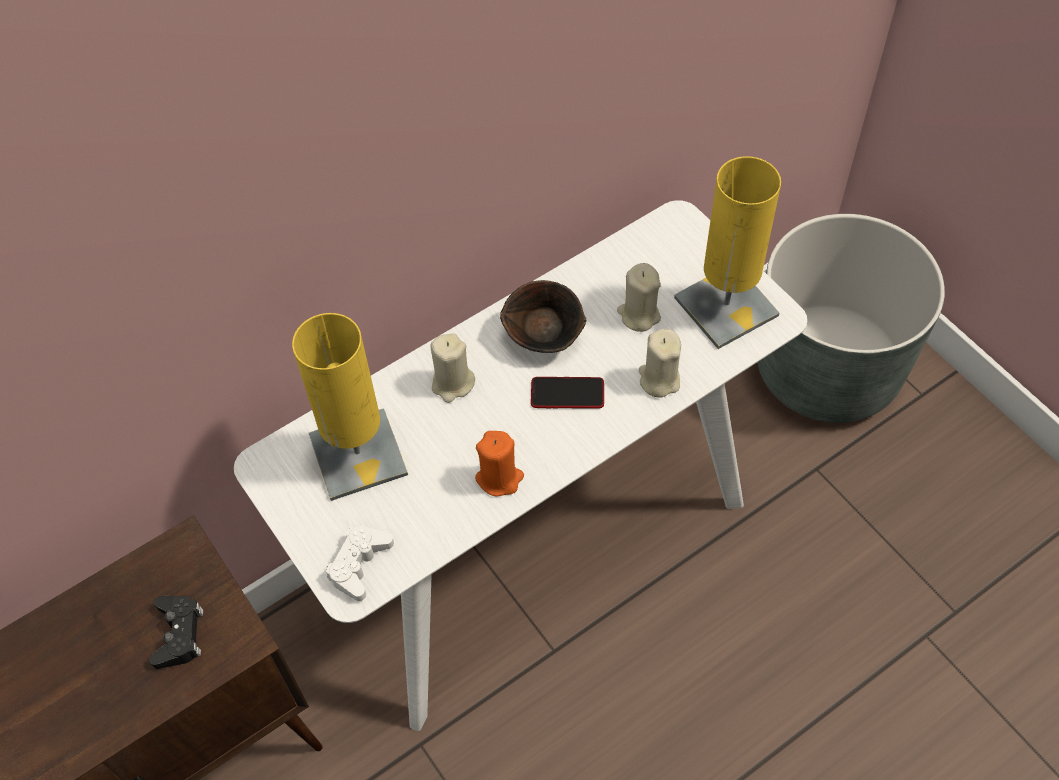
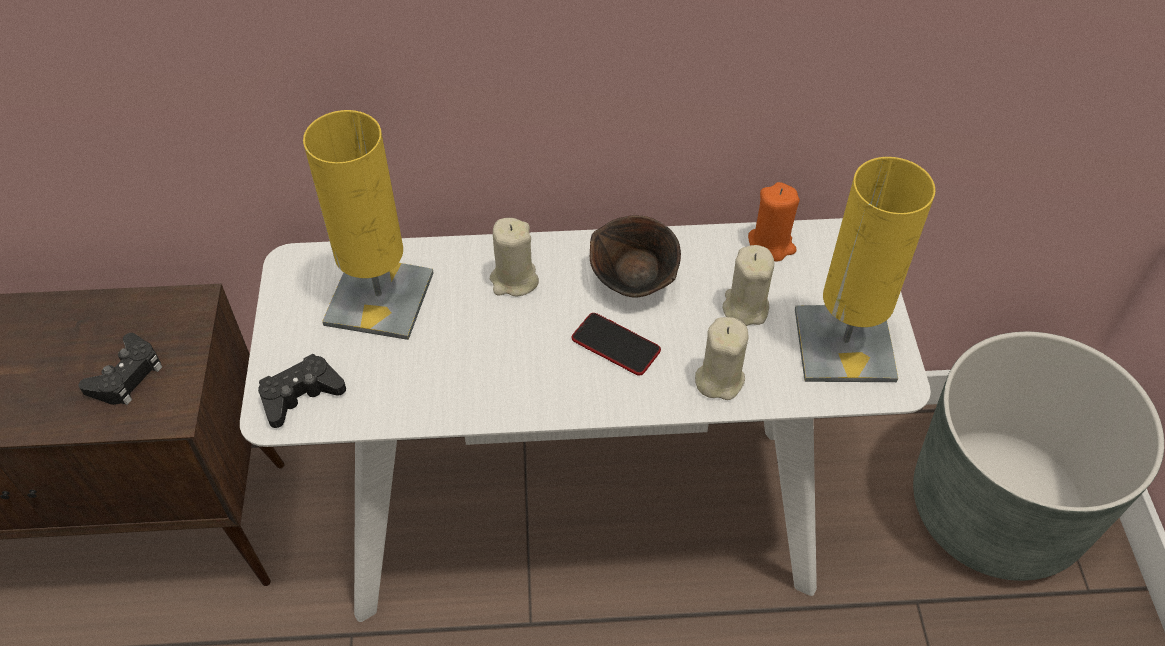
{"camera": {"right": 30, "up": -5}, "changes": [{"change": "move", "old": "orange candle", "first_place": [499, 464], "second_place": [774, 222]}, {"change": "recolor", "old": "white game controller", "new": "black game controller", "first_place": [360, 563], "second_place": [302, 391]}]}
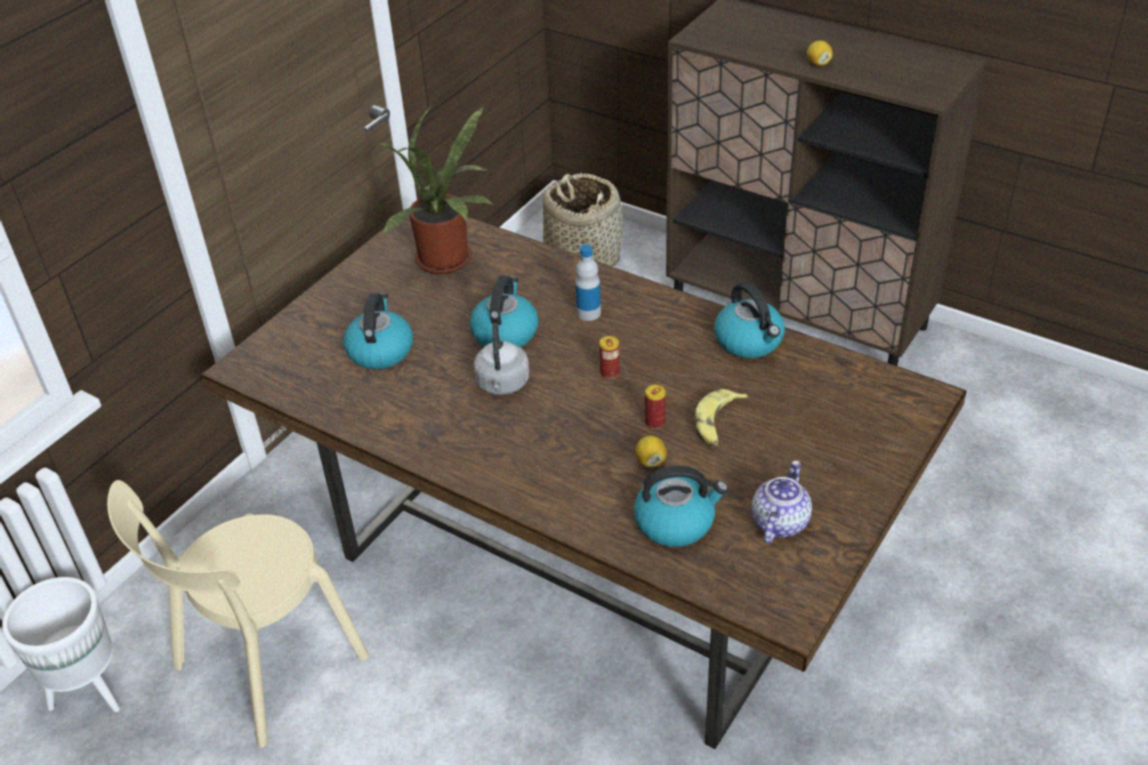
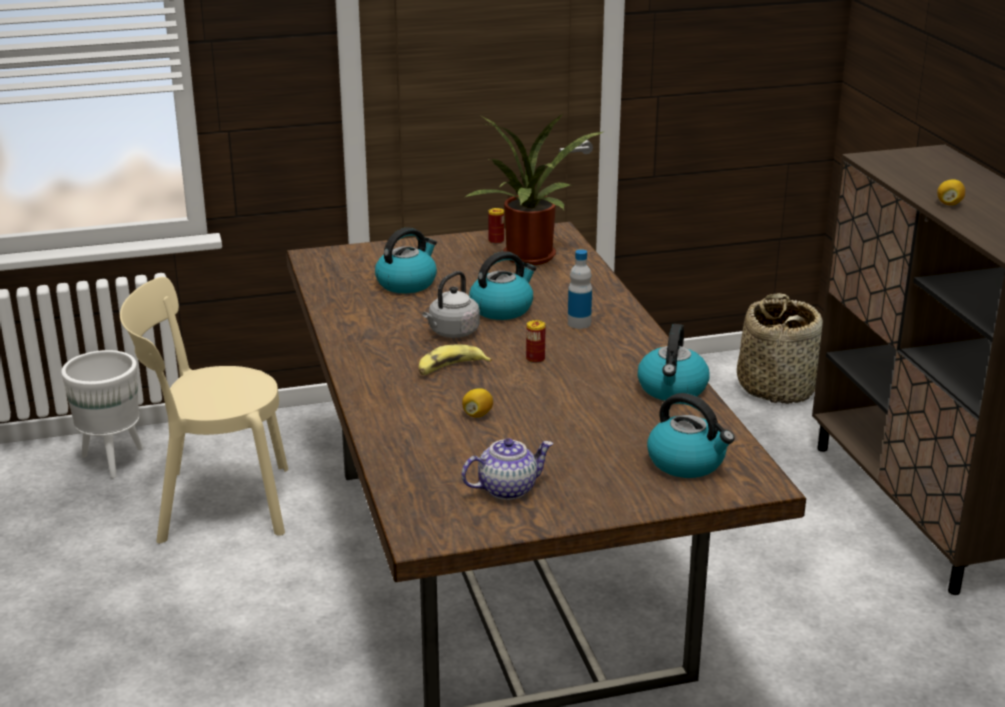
{"camera": {"right": 40, "up": -15}, "changes": [{"change": "move", "old": "kettle", "first_place": [681, 506], "second_place": [691, 435]}, {"change": "move", "old": "can", "first_place": [655, 407], "second_place": [496, 226]}, {"change": "move", "old": "banana", "first_place": [721, 418], "second_place": [455, 359]}]}
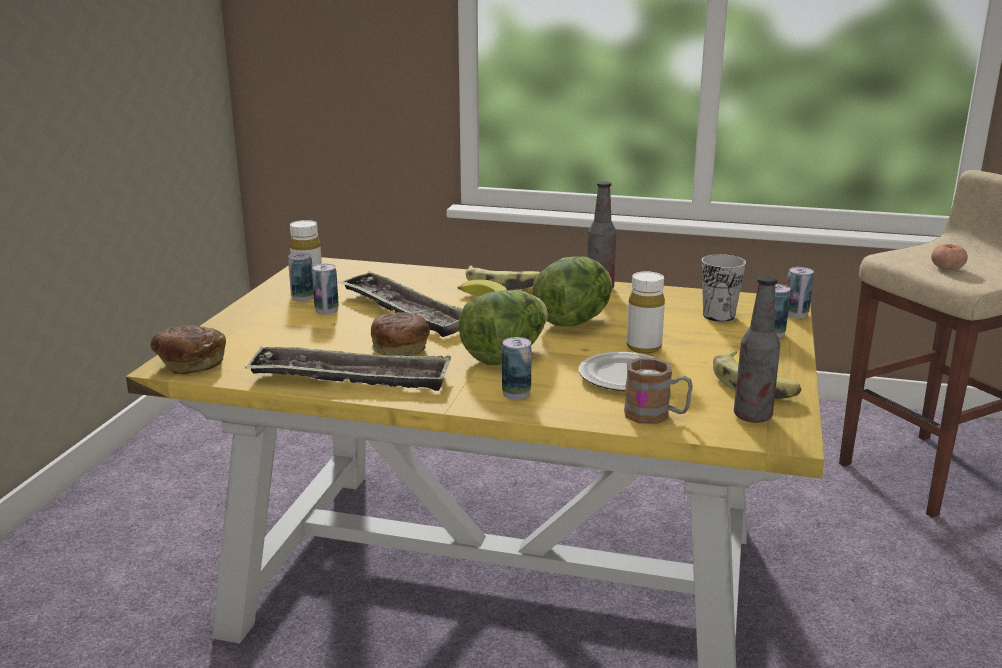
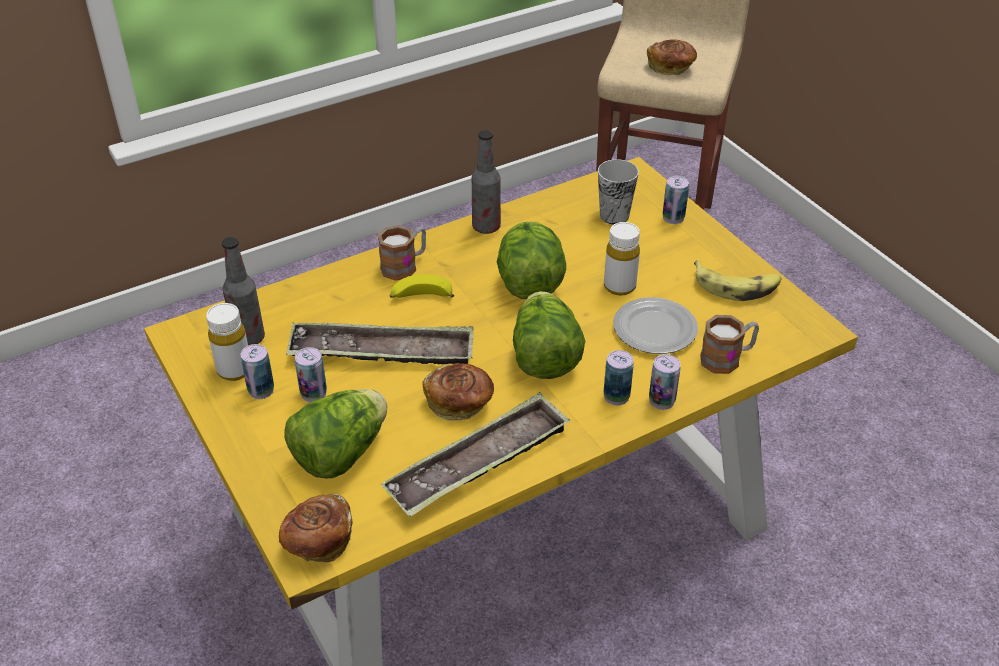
{"camera": {"right": -45, "up": 20}, "changes": [{"change": "insert", "new": "lettuce", "second_place": [335, 433]}, {"change": "move", "old": "bottle", "first_place": [757, 349], "second_place": [243, 291]}, {"change": "move", "old": "can", "first_place": [800, 292], "second_place": [665, 382]}, {"change": "replace", "old": "banana", "new": "mug", "first_place": [503, 278], "second_place": [401, 253]}, {"change": "replace", "old": "tomato", "new": "bread", "first_place": [949, 257], "second_place": [672, 57]}]}
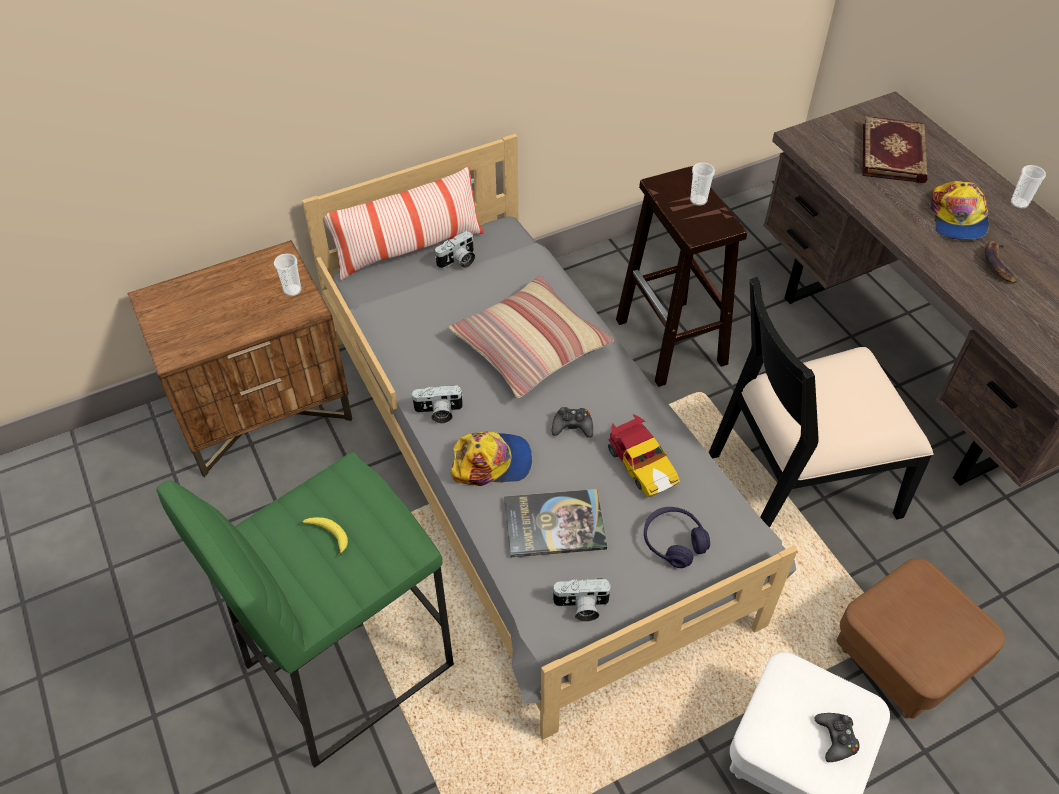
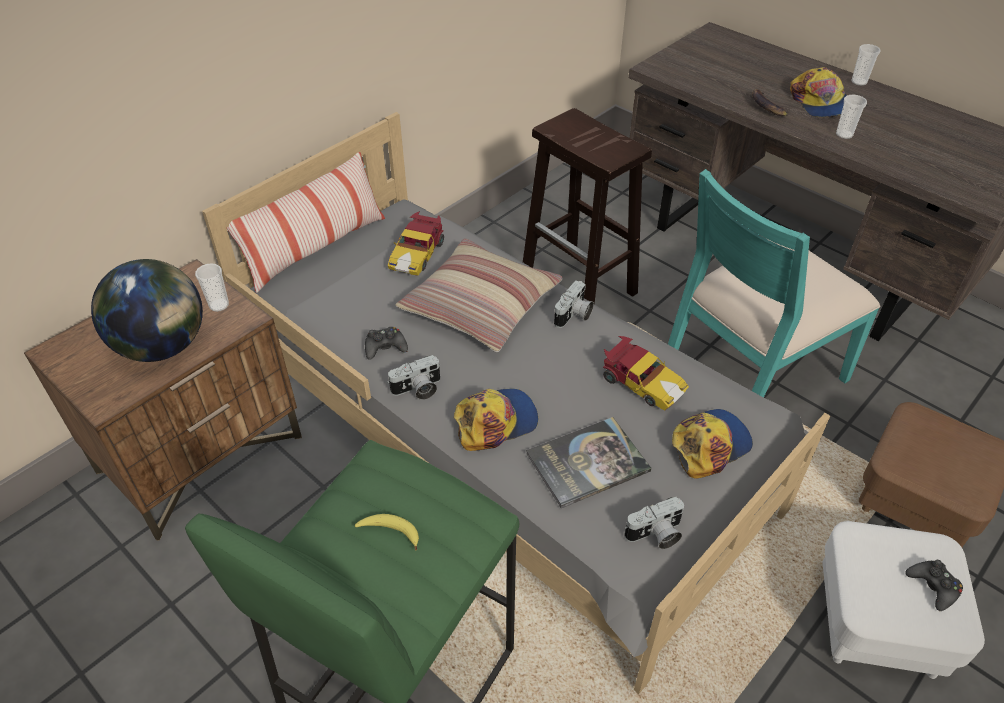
{"camera": {"right": -20, "up": -5}, "changes": [{"change": "delete", "old": "book", "first_place": [894, 149]}, {"change": "insert", "new": "globe", "second_place": [147, 310]}, {"change": "insert", "new": "toy car", "second_place": [416, 243]}, {"change": "move", "old": "photo camera", "first_place": [455, 250], "second_place": [574, 304]}, {"change": "move", "old": "black game controller", "first_place": [572, 422], "second_place": [386, 343]}, {"change": "move", "old": "cup", "first_place": [702, 184], "second_place": [851, 117]}, {"change": "move", "old": "banana", "first_place": [1001, 262], "second_place": [770, 102]}, {"change": "replace", "old": "purple headphones", "new": "cap", "first_place": [677, 537], "second_place": [712, 444]}, {"change": "recolor", "old": "black chair", "new": "turquoise chair", "first_place": [821, 402], "second_place": [774, 283]}]}
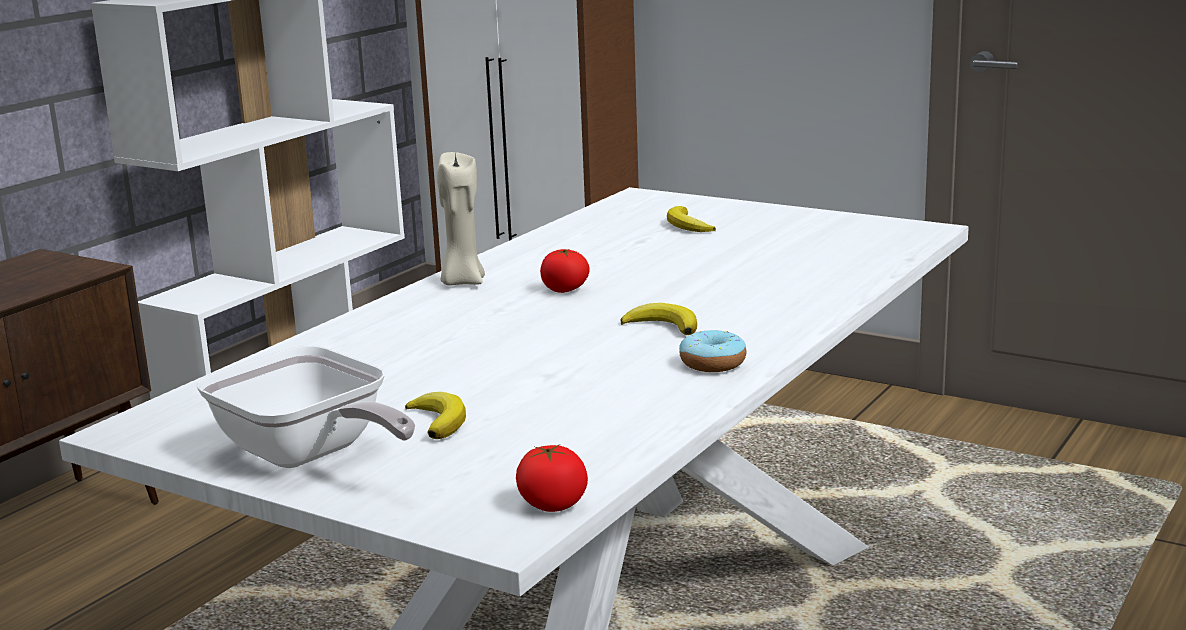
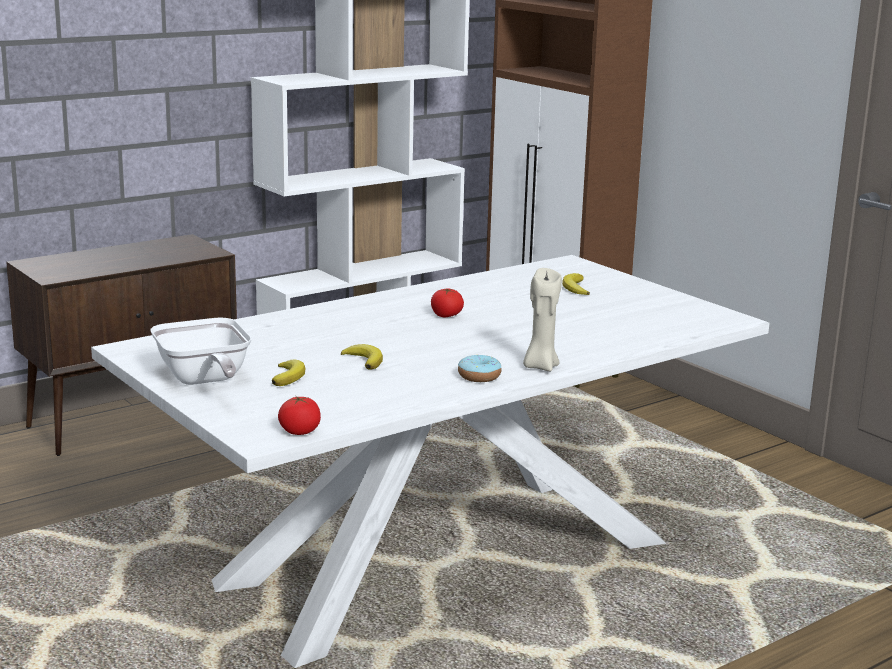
{"camera": {"right": 20, "up": 0}, "changes": [{"change": "move", "old": "beige candle", "first_place": [461, 218], "second_place": [542, 319]}, {"change": "move", "old": "banana", "first_place": [659, 319], "second_place": [362, 357]}]}
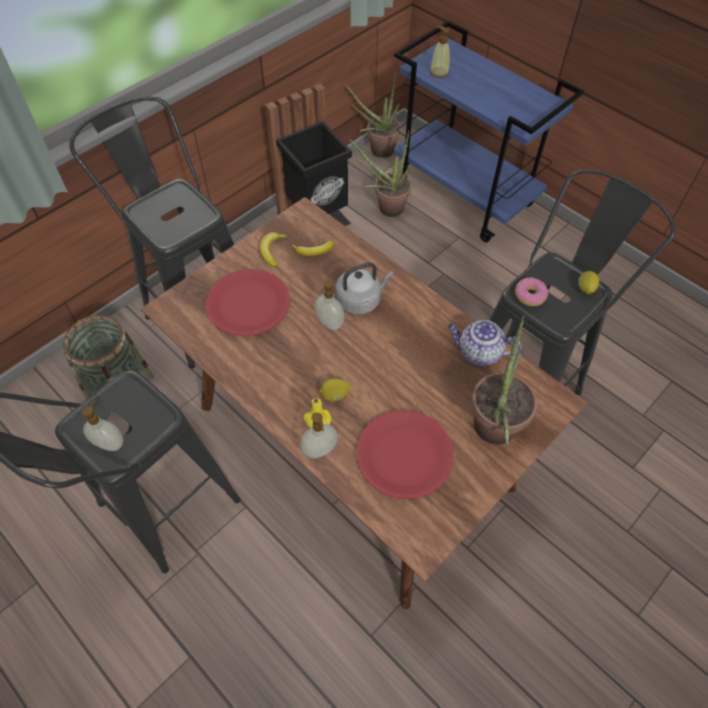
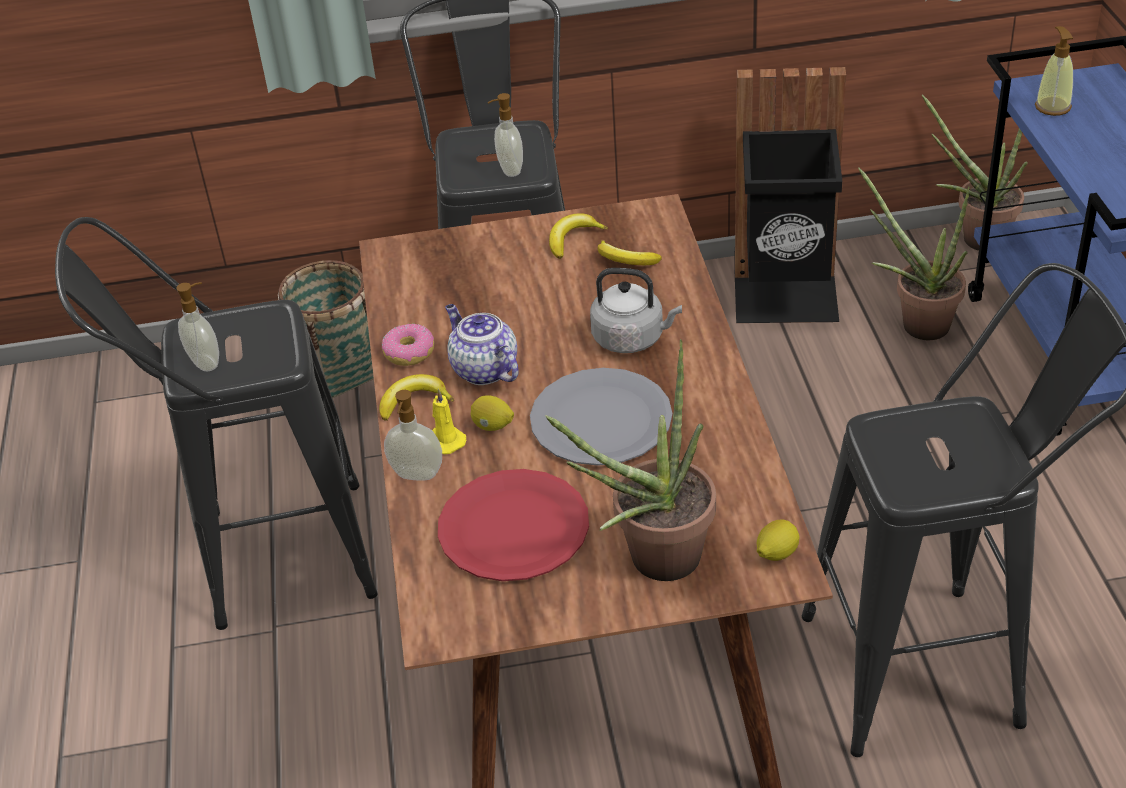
{"camera": {"right": 40, "up": -15}, "changes": [{"change": "delete", "old": "red plate", "first_place": [248, 302]}, {"change": "insert", "new": "banana", "second_place": [416, 397]}, {"change": "insert", "new": "grey plate", "second_place": [601, 417]}, {"change": "move", "old": "soap dispenser", "first_place": [329, 305], "second_place": [505, 135]}, {"change": "move", "old": "teapot", "first_place": [484, 343], "second_place": [482, 344]}, {"change": "move", "old": "donut", "first_place": [531, 291], "second_place": [408, 345]}, {"change": "move", "old": "lemon", "first_place": [588, 282], "second_place": [778, 540]}]}
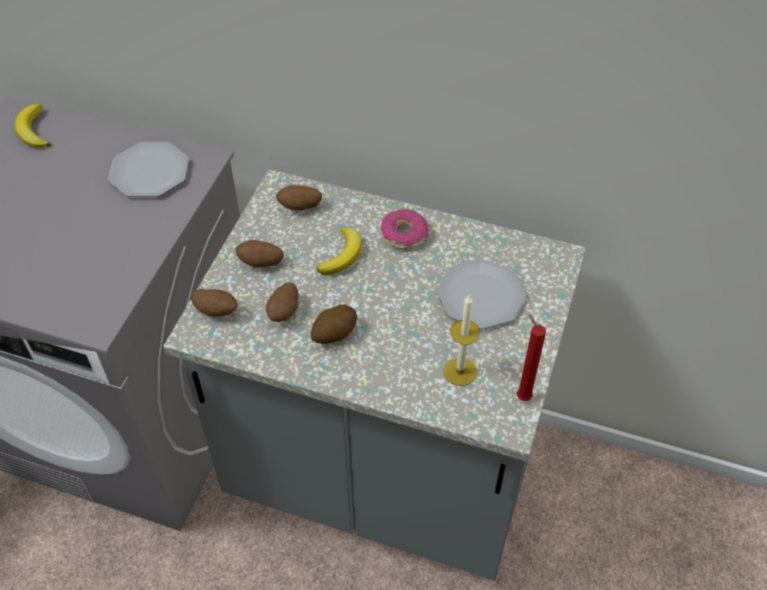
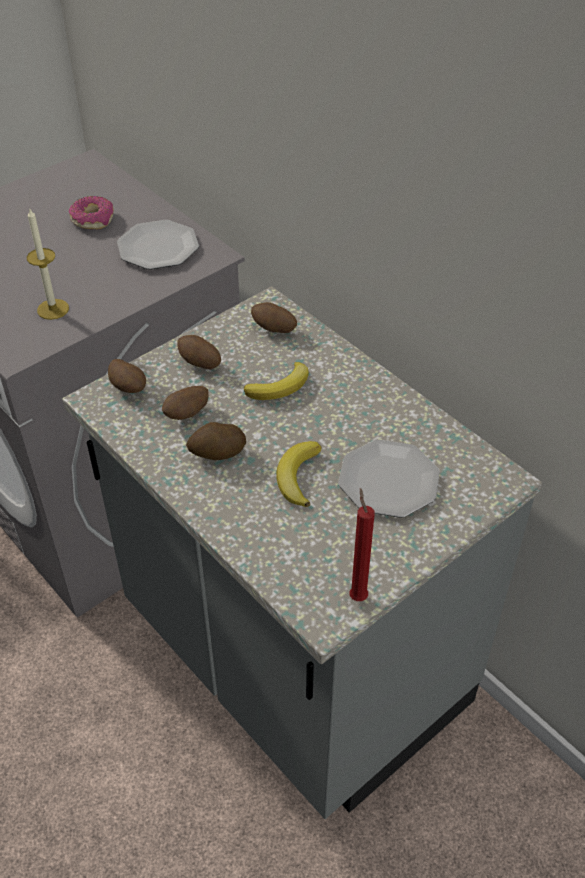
{"camera": {"right": 30, "up": -5}, "changes": [{"change": "move", "old": "banana", "first_place": [33, 126], "second_place": [298, 474]}, {"change": "move", "old": "donut", "first_place": [405, 229], "second_place": [91, 213]}, {"change": "move", "old": "candle", "first_place": [462, 340], "second_place": [48, 263]}]}
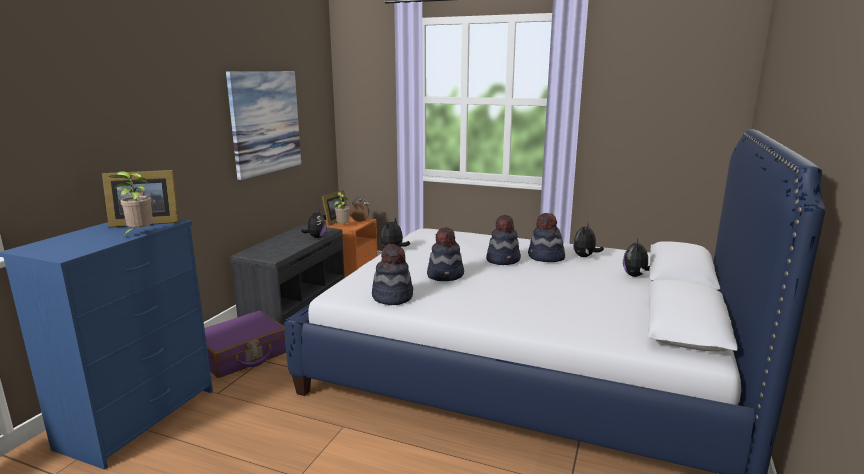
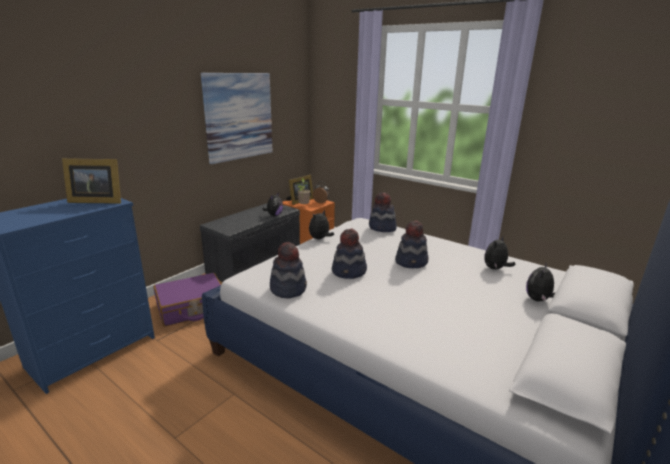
{"camera": {"right": 15, "up": 5}, "changes": [{"change": "delete", "old": "potted plant", "first_place": [131, 204]}, {"change": "move", "old": "hat", "first_place": [546, 237], "second_place": [383, 212]}]}
